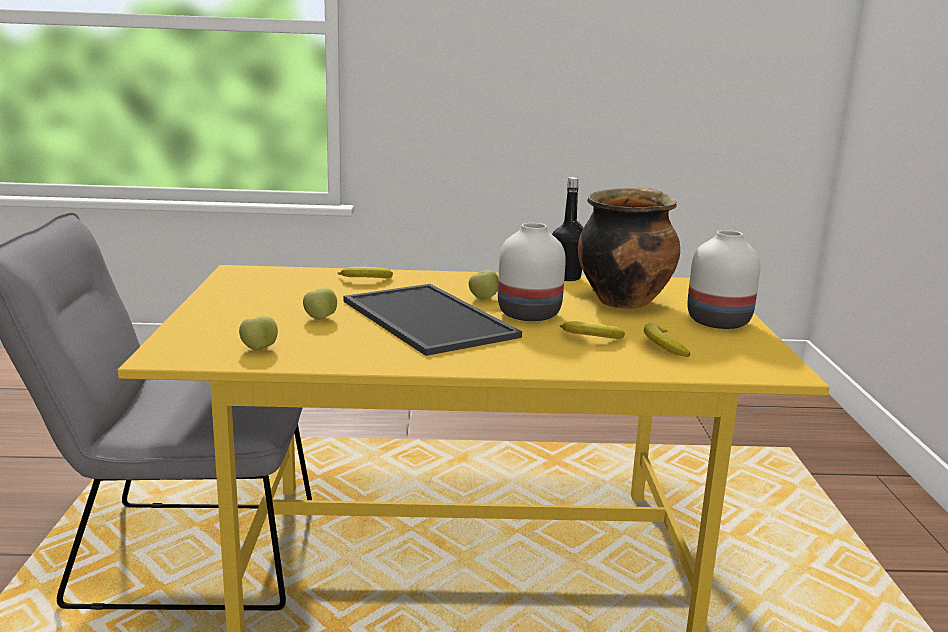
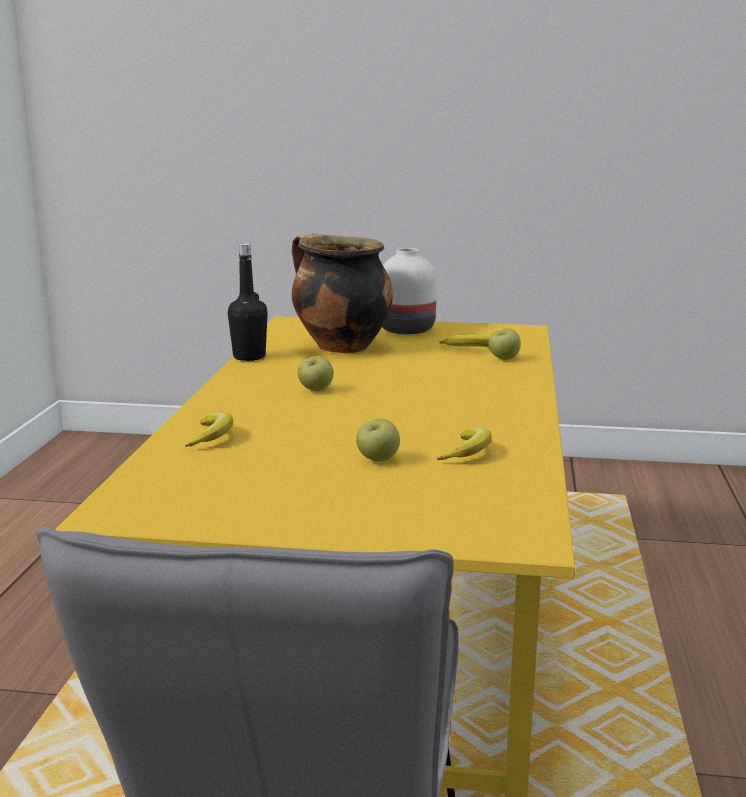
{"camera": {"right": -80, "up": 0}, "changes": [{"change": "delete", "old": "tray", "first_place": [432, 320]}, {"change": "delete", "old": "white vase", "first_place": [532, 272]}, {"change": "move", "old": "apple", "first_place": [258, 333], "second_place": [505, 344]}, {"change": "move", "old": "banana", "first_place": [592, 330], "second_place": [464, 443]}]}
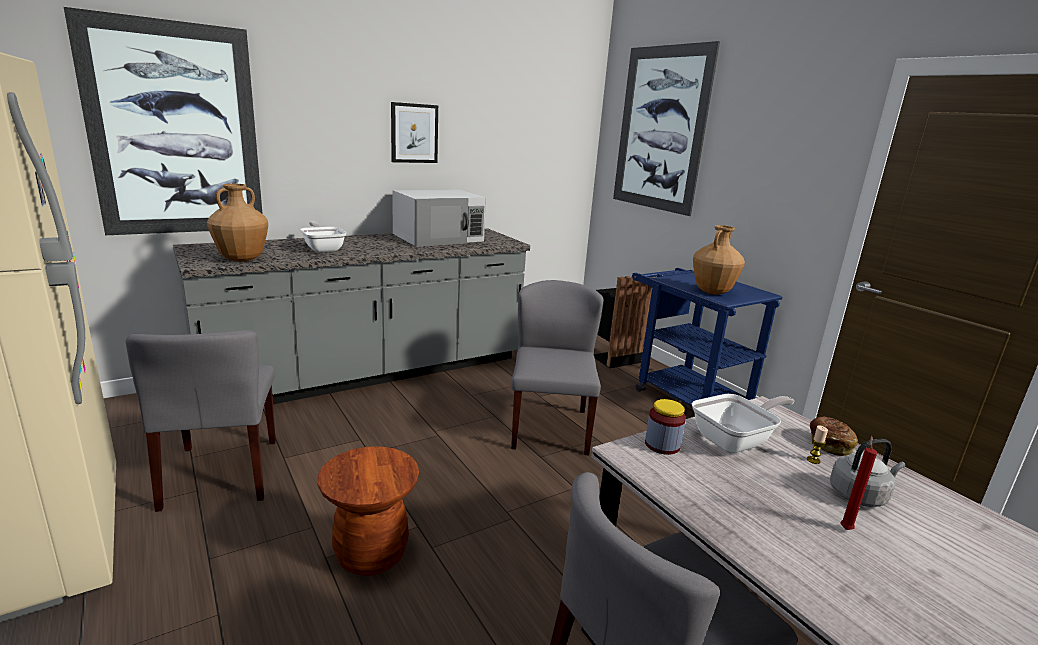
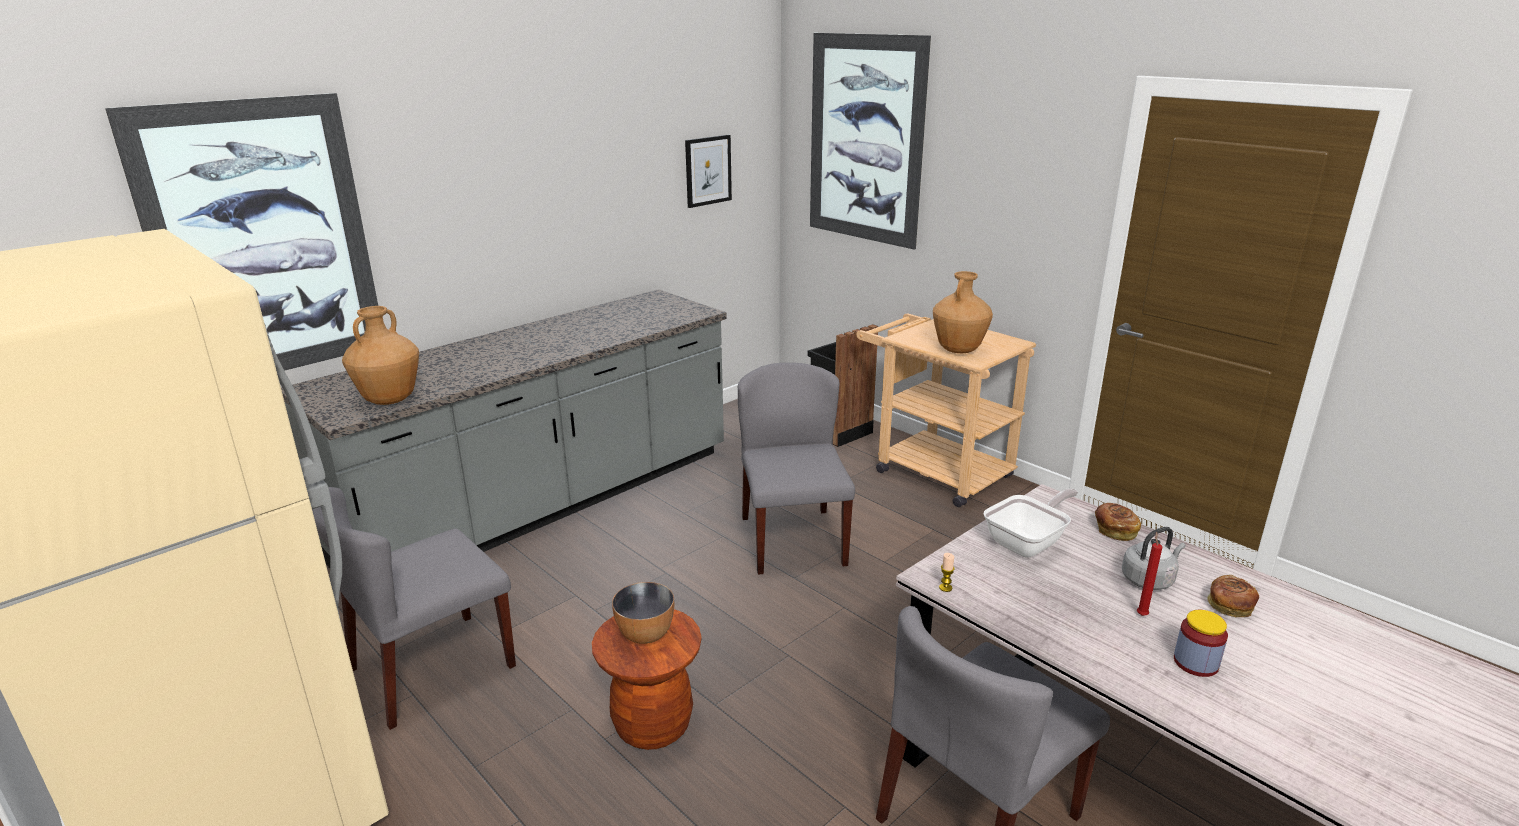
{"camera": {"right": -10, "up": 5}, "changes": [{"change": "delete", "old": "frying pan", "first_place": [323, 237]}, {"change": "delete", "old": "white microwave", "first_place": [439, 218]}, {"change": "insert", "new": "bowl", "second_place": [643, 613]}, {"change": "insert", "new": "bread", "second_place": [1233, 596]}, {"change": "move", "old": "picture", "first_place": [414, 132], "second_place": [708, 171]}, {"change": "move", "old": "jar", "first_place": [665, 427], "second_place": [1201, 643]}, {"change": "move", "old": "candle", "first_place": [817, 444], "second_place": [947, 572]}, {"change": "recolor", "old": "blue cart", "new": "beige cart", "first_place": [707, 337], "second_place": [946, 410]}, {"change": "rotate", "old": "grey chair", "first_place": [201, 421], "second_place": [414, 608], "degrees": 75}]}
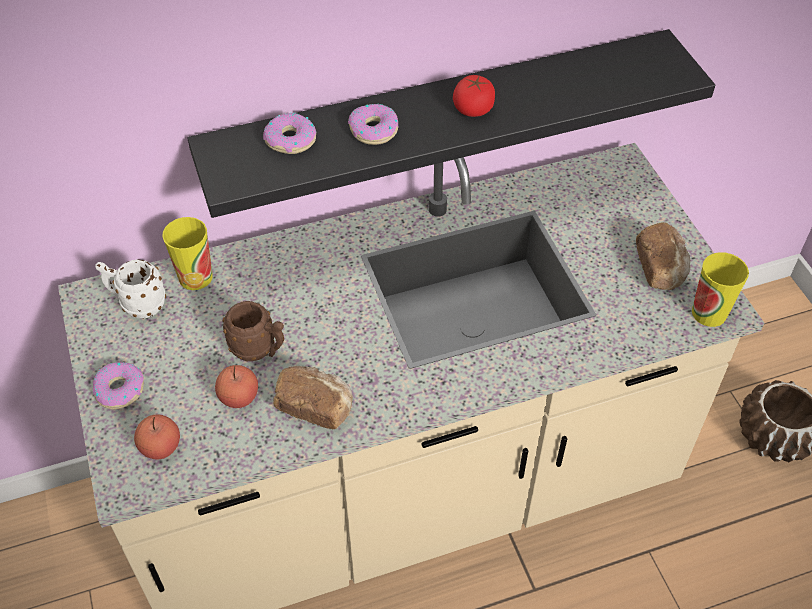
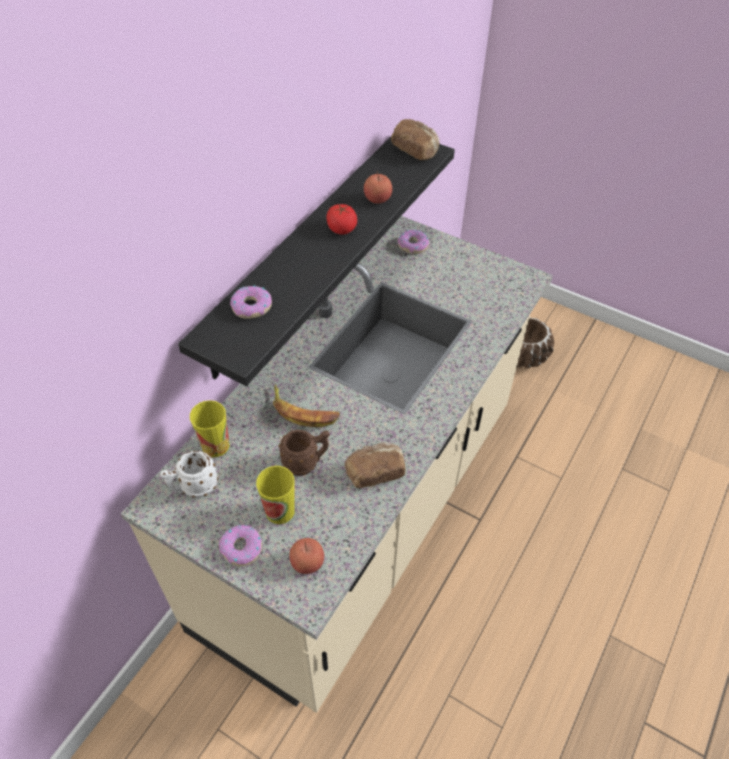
{"camera": {"right": -40, "up": 0}, "changes": [{"change": "insert", "new": "banana", "second_place": [306, 405]}, {"change": "move", "old": "apple", "first_place": [236, 386], "second_place": [378, 187]}, {"change": "move", "old": "donut", "first_place": [373, 124], "second_place": [413, 242]}, {"change": "move", "old": "bread", "first_place": [663, 256], "second_place": [415, 139]}, {"change": "move", "old": "cup", "first_place": [720, 289], "second_place": [275, 495]}]}
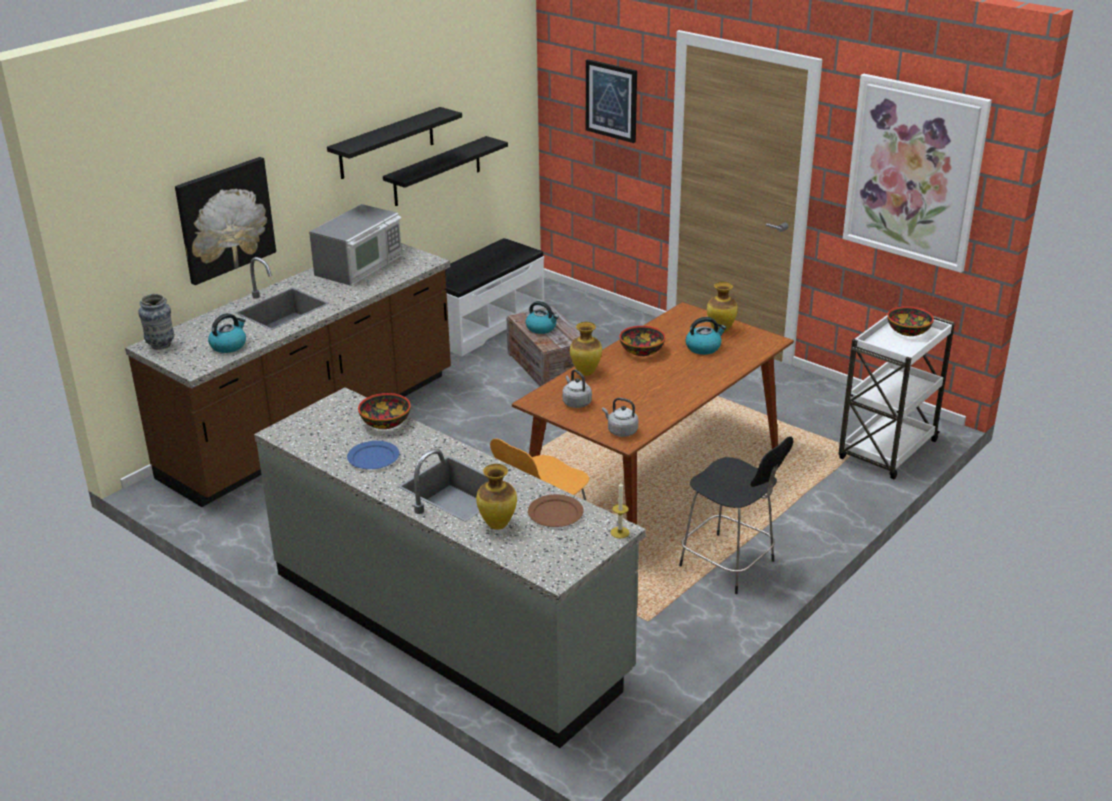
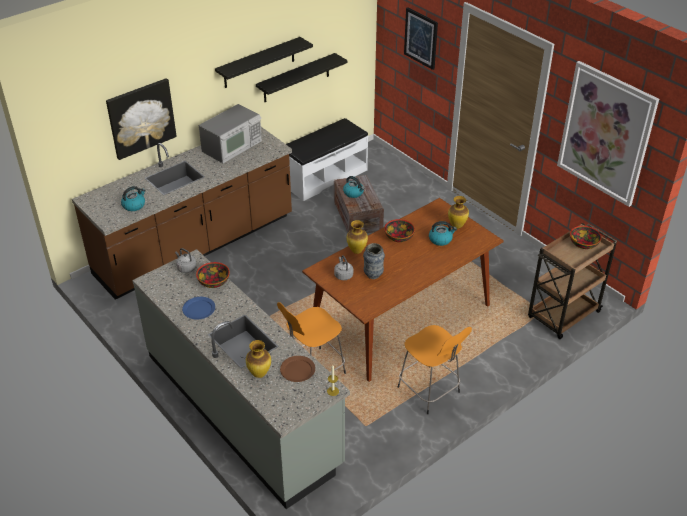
{"camera": {"right": 10, "up": 10}, "changes": [{"change": "move", "old": "vase", "first_place": [156, 322], "second_place": [374, 261]}, {"change": "move", "old": "grey kettle", "first_place": [620, 417], "second_place": [185, 260]}, {"change": "recolor", "old": "black stool", "new": "orange stool", "first_place": [736, 515], "second_place": [435, 369]}, {"change": "recolor", "old": "white cart", "new": "brown cart", "first_place": [897, 392], "second_place": [572, 281]}]}
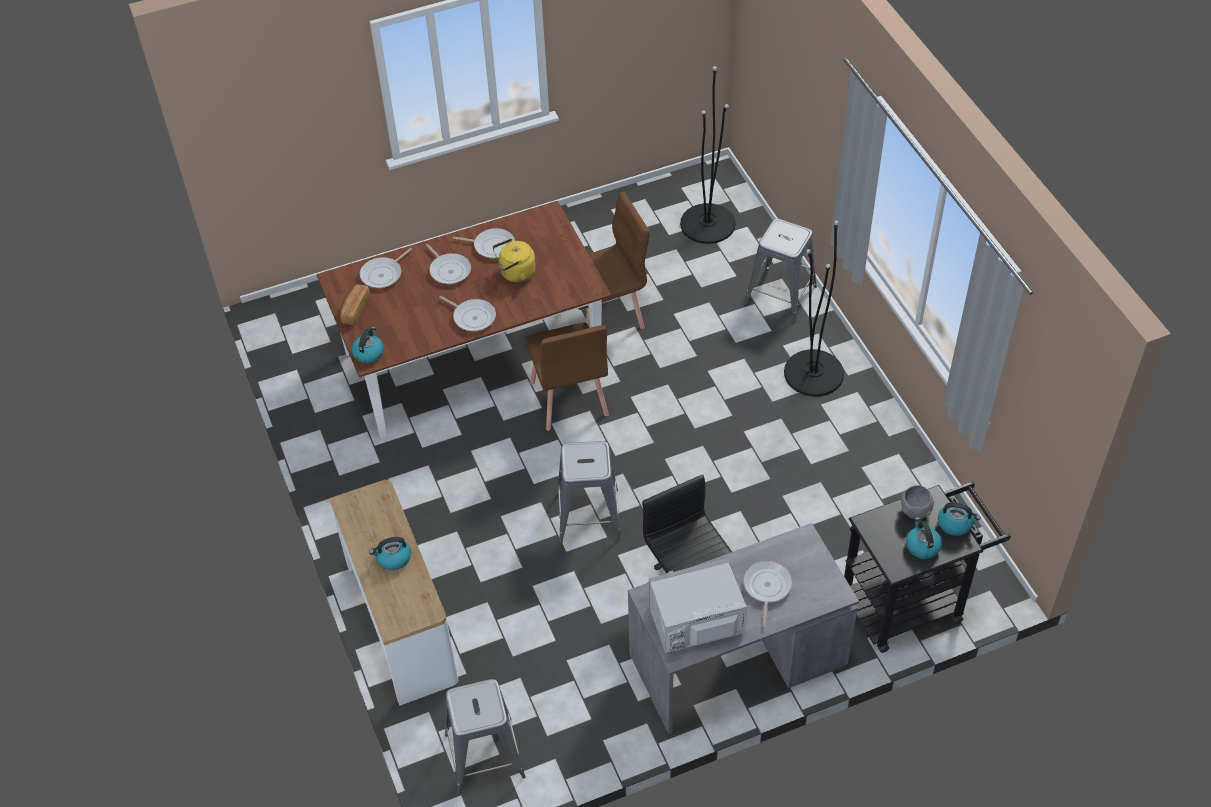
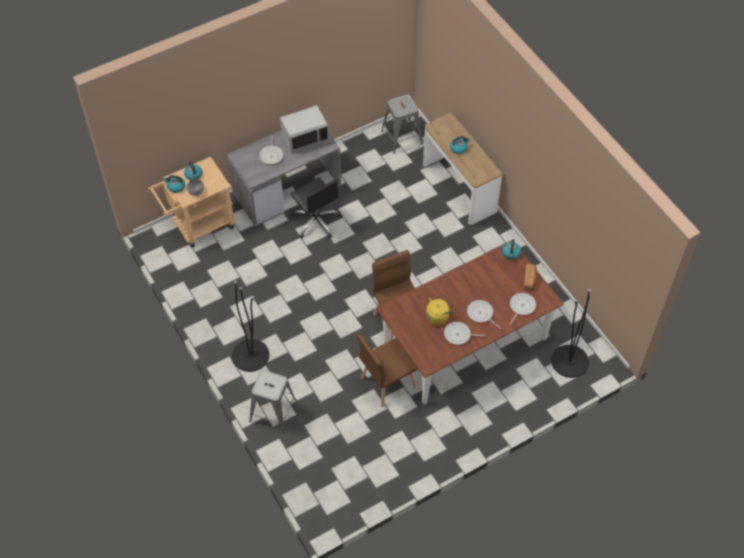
{"camera": {"right": 170, "up": 5}, "changes": [{"change": "delete", "old": "frying pan", "first_place": [467, 313]}, {"change": "delete", "old": "grey stool", "first_place": [589, 492]}, {"change": "move", "old": "black floor lamp", "first_place": [707, 155], "second_place": [571, 333]}, {"change": "recolor", "old": "black cart", "new": "beige cart", "first_place": [927, 567], "second_place": [191, 202]}]}
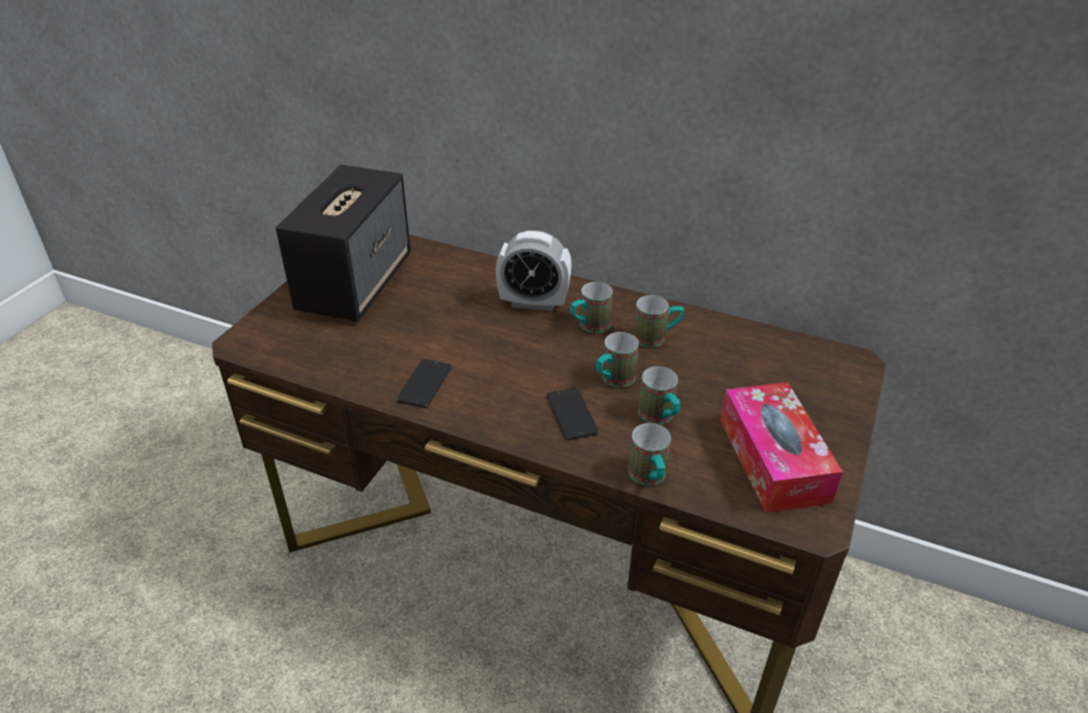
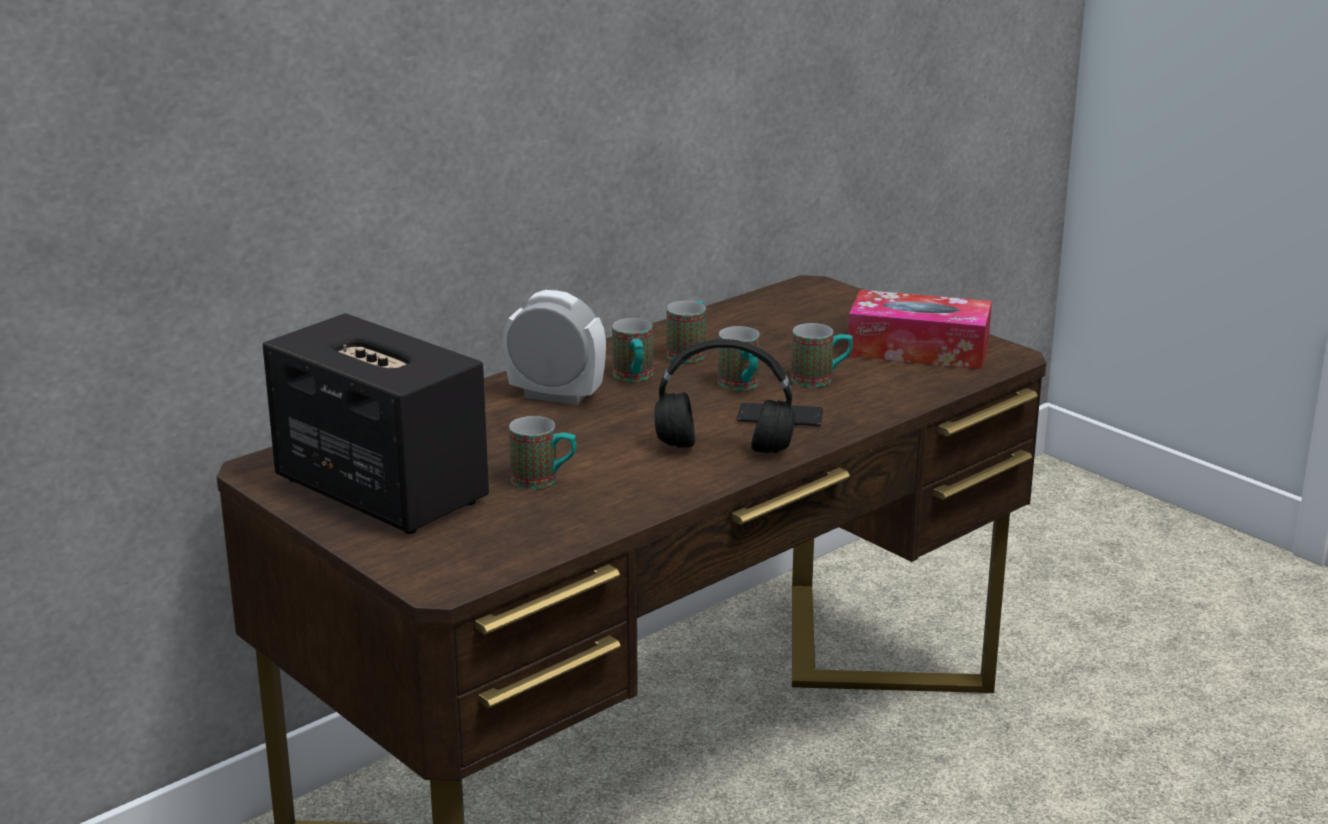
{"camera": {"right": -65, "up": -15}, "changes": [{"change": "delete", "old": "phone", "first_place": [424, 383]}, {"change": "insert", "new": "black headphones", "second_place": [725, 396]}, {"change": "move", "old": "mug", "first_place": [649, 454], "second_place": [543, 452]}, {"change": "rotate", "old": "alarm clock", "first_place": [534, 270], "second_place": [554, 347], "degrees": -105}]}
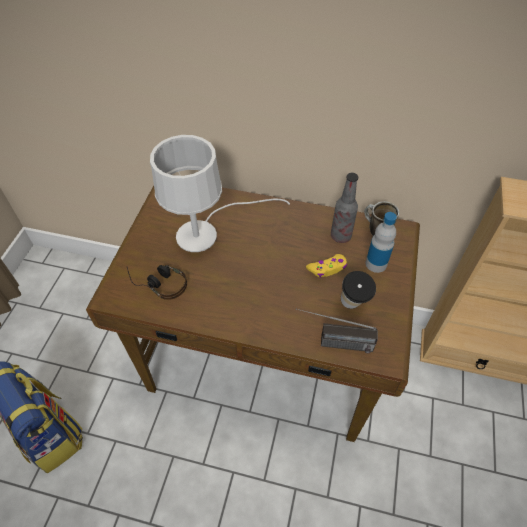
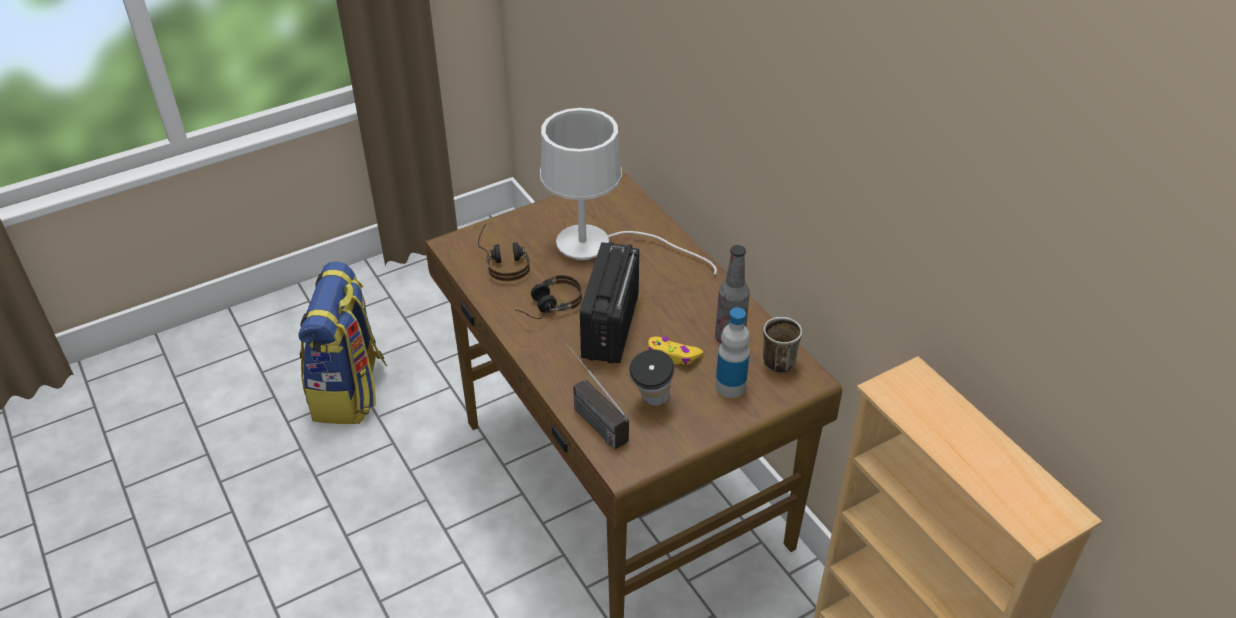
{"camera": {"right": 45, "up": -10}, "changes": [{"change": "insert", "new": "headphones", "second_place": [548, 297]}, {"change": "insert", "new": "radio", "second_place": [609, 302]}]}
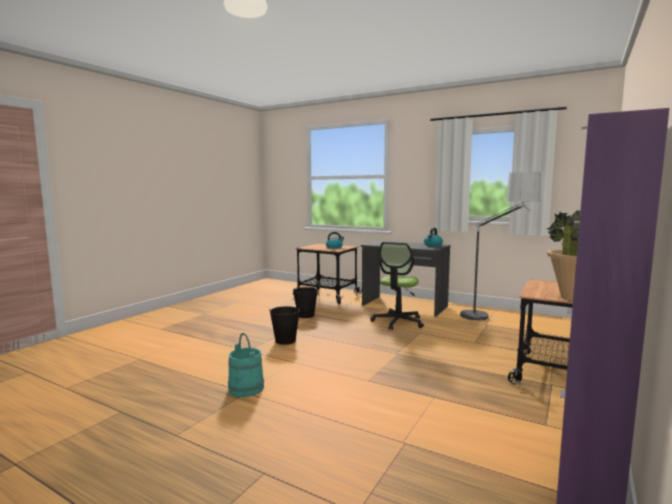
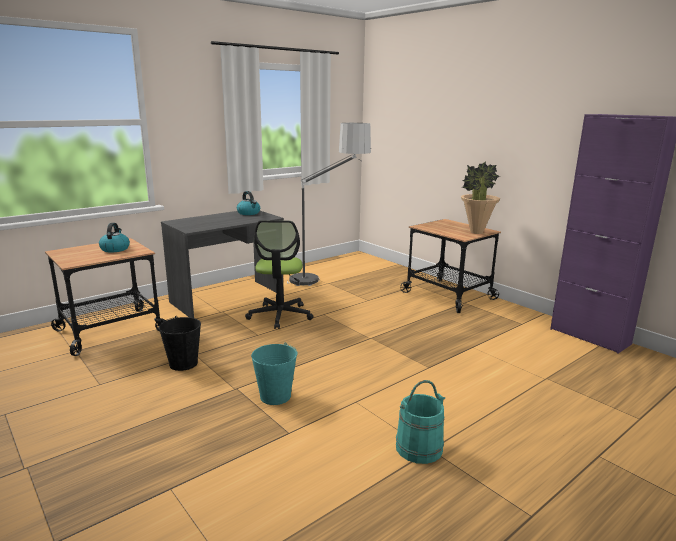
{"camera": {"right": -70, "up": 10}, "changes": [{"change": "recolor", "old": "black bucket", "new": "turquoise bucket", "first_place": [285, 325], "second_place": [274, 373]}, {"change": "rotate", "old": "office chair", "first_place": [397, 286], "second_place": [279, 274], "degrees": 45}]}
